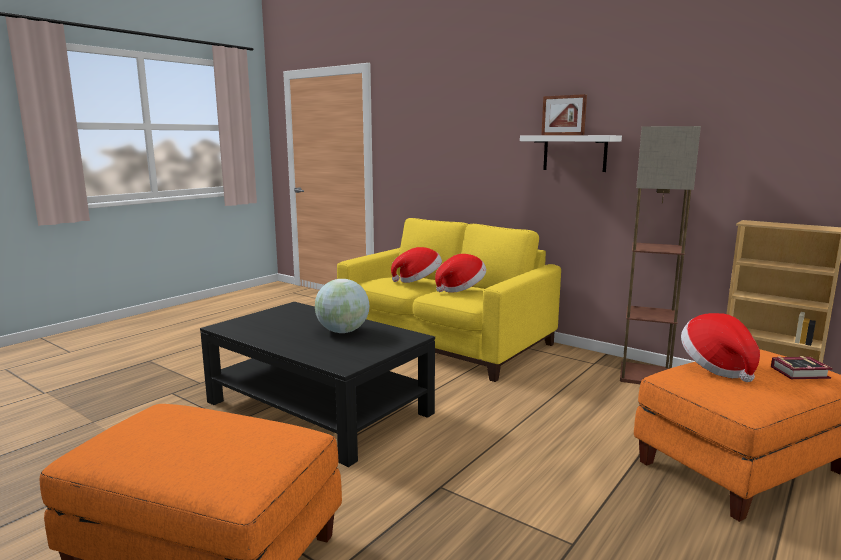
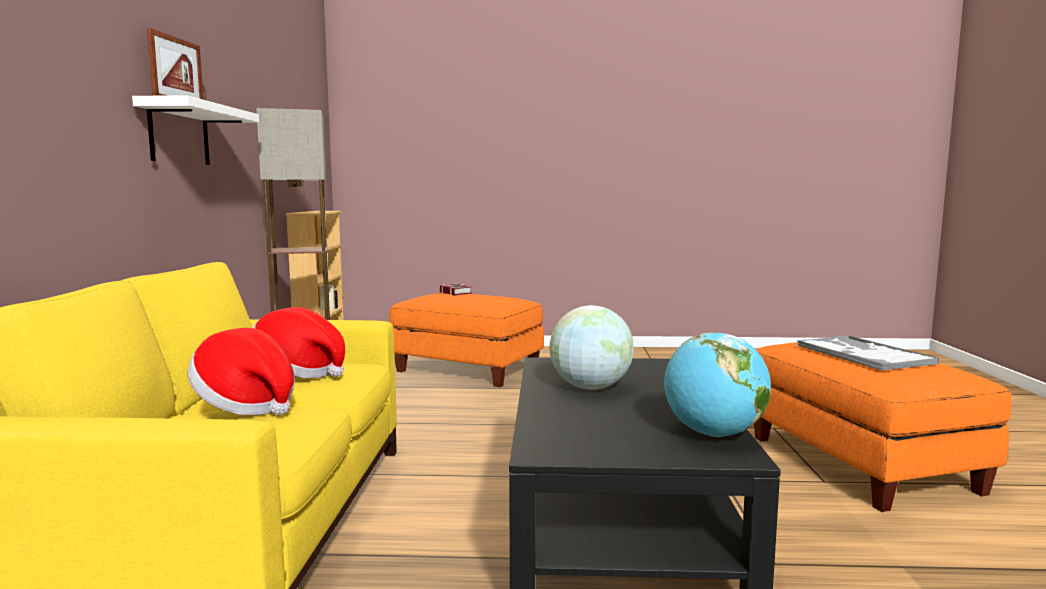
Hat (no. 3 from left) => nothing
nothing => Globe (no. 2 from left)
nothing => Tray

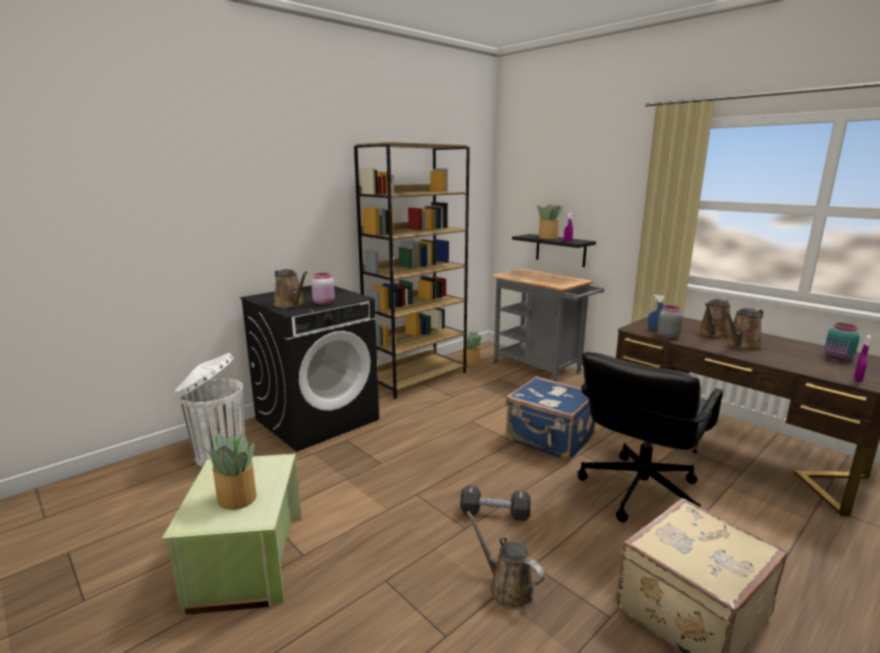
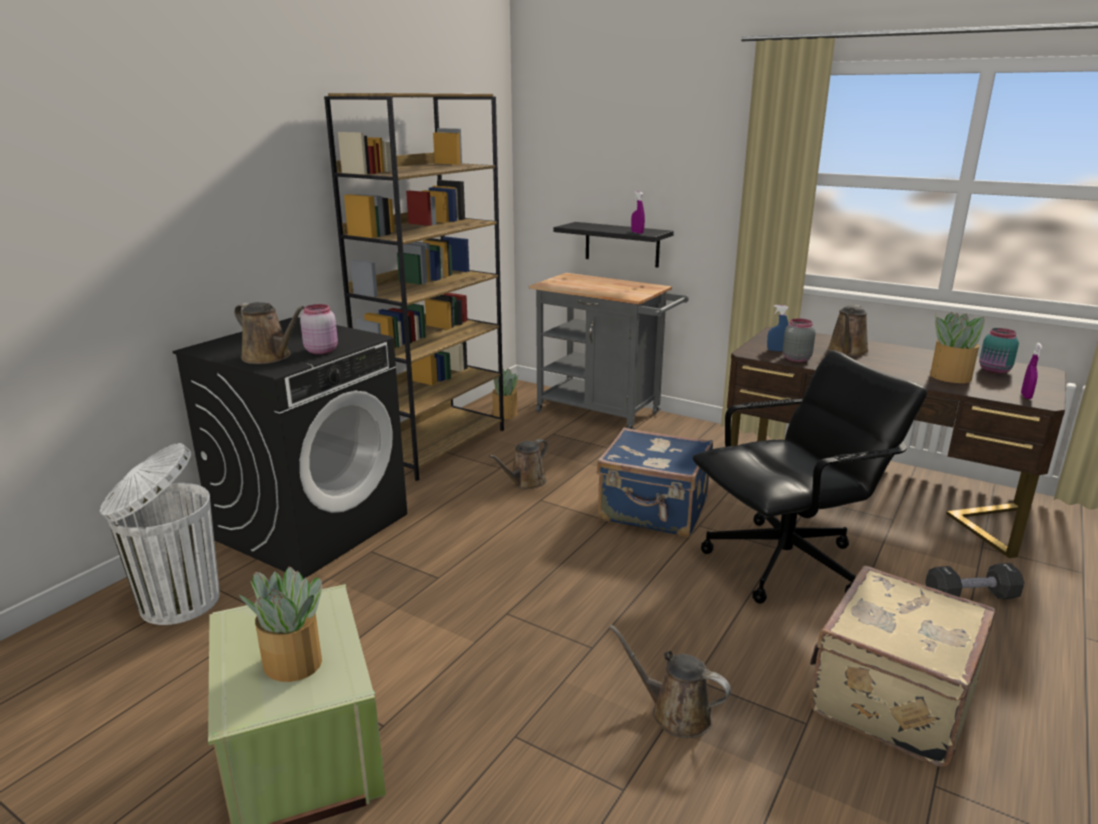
BlackDumbbell, shifted
PottedPlant (no. 3 from left), shifted
BrownWateringCan (no. 4 from left in the first image) => BrownWateringCan (no. 2 from left), shifted
BlackOfficeChair, 135 degrees counterclockwise

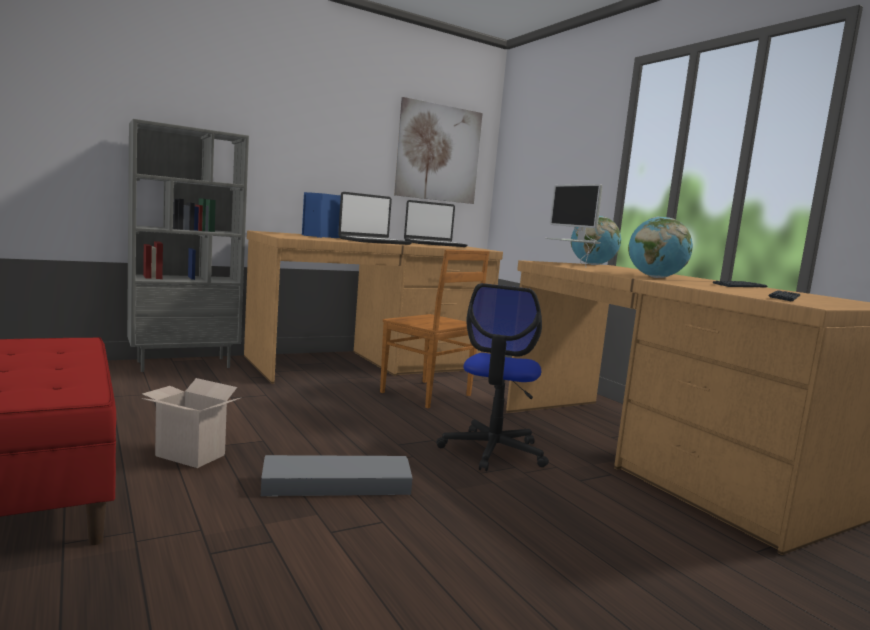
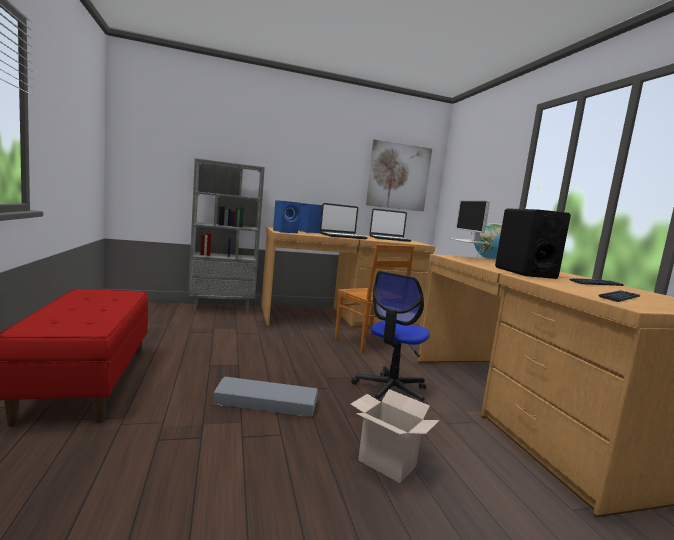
nothing => BlueSpeaker (no. 1 from left)
CardboardBox, shifted
Globe (no. 2 from left) => BlackSpeaker

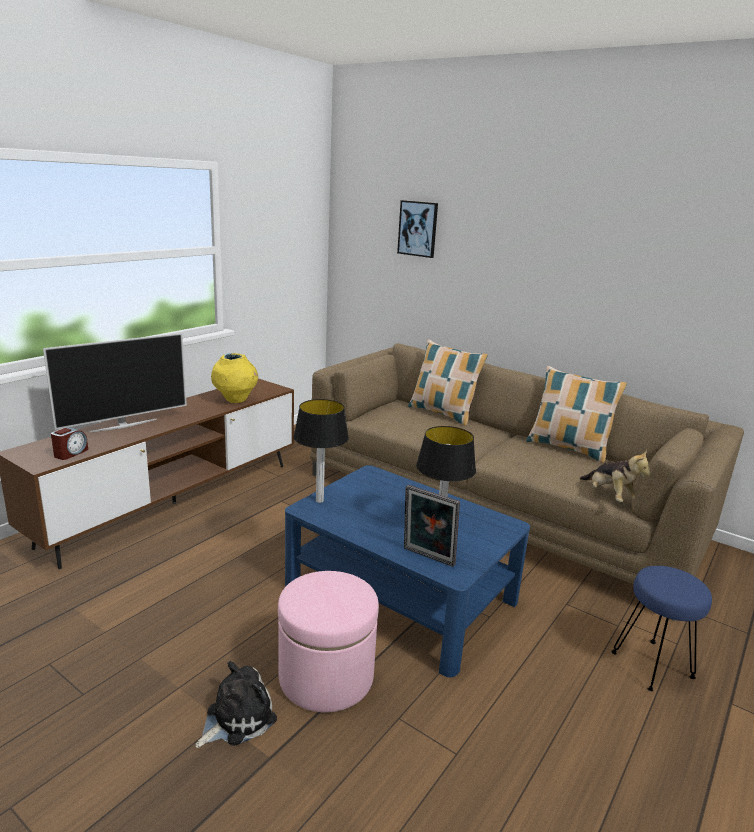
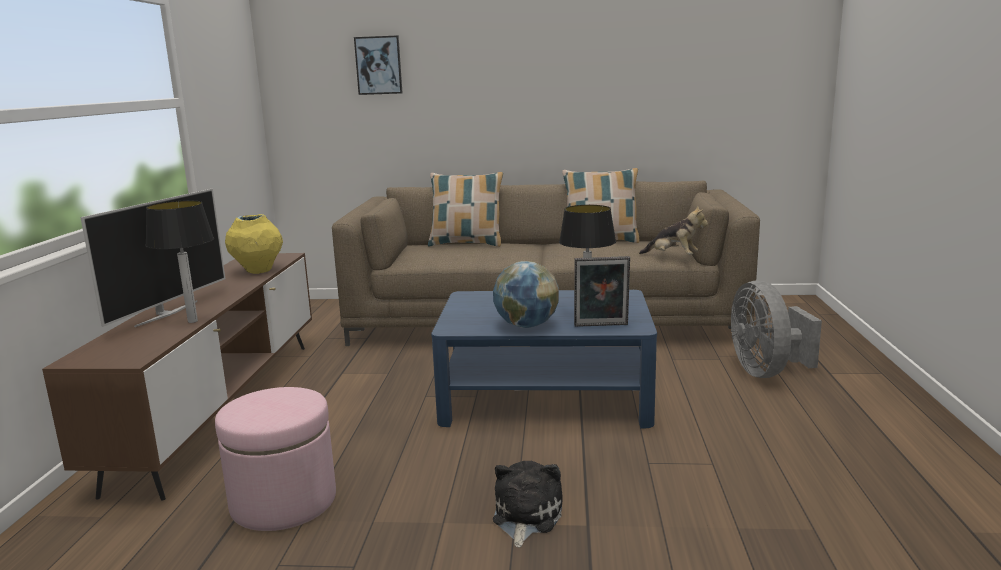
AlarmClock => nothing
nothing => Globe
PinkOttoman, shifted
TableLamp (no. 1 from left), shifted
BlueStool => GreyFan

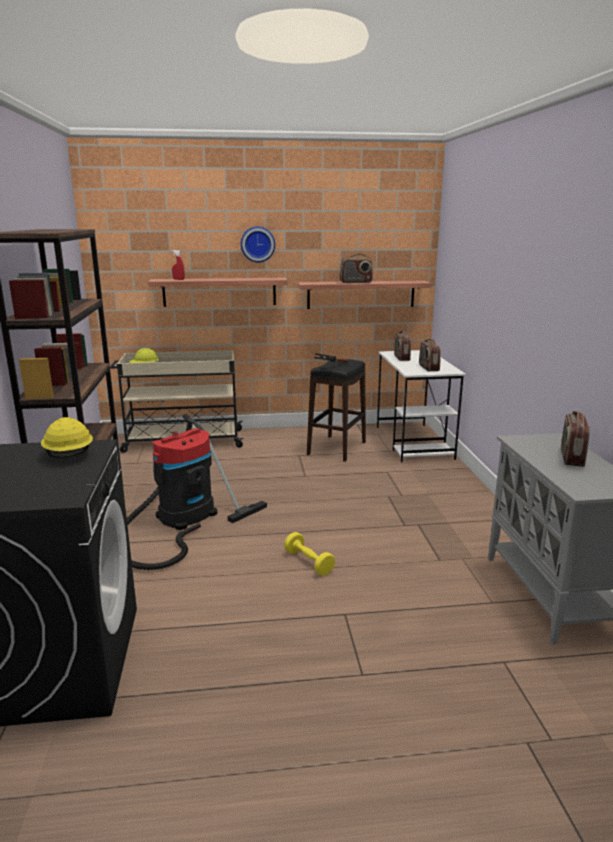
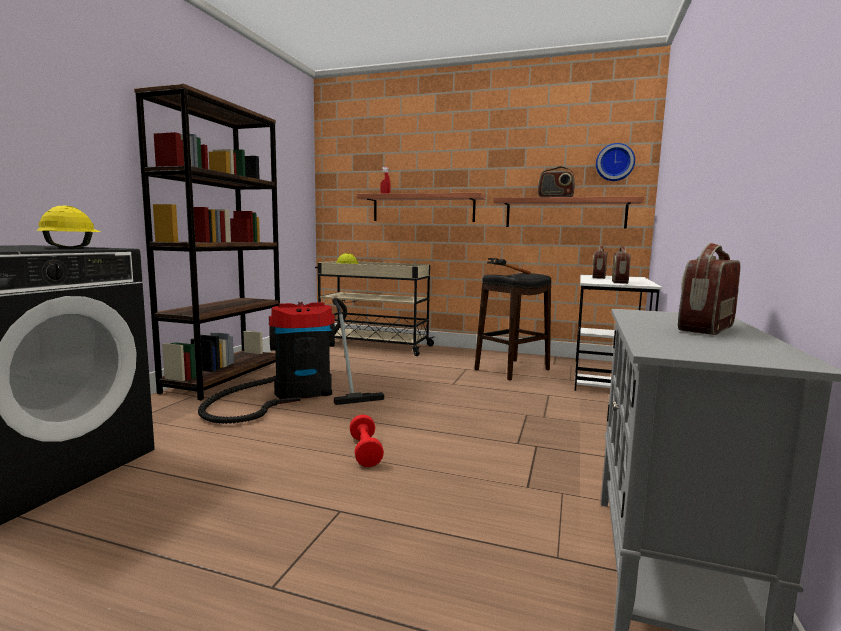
WallClock, shifted
YellowDumbbell => RedDumbbell

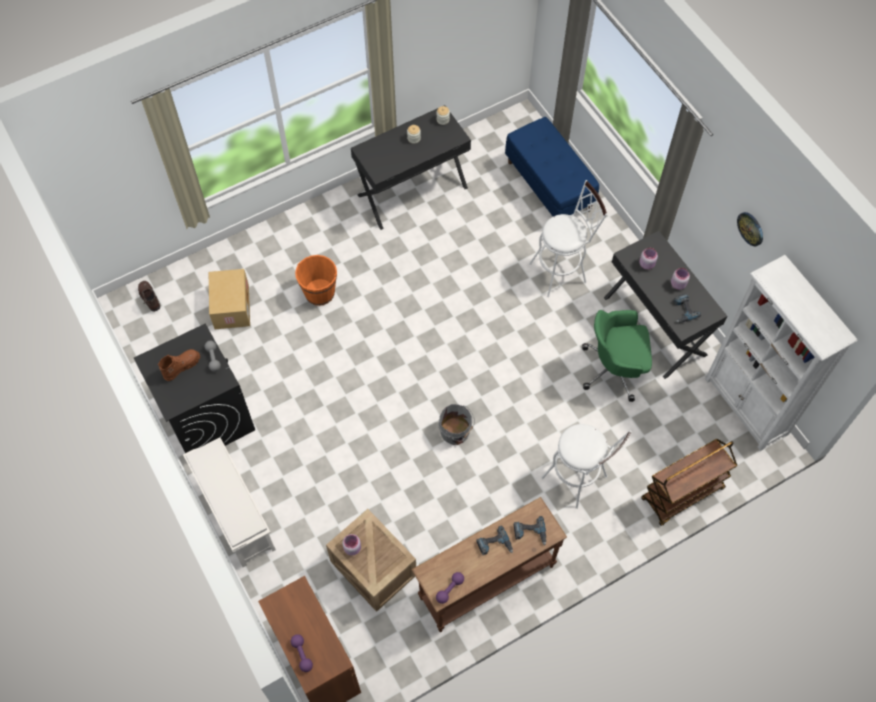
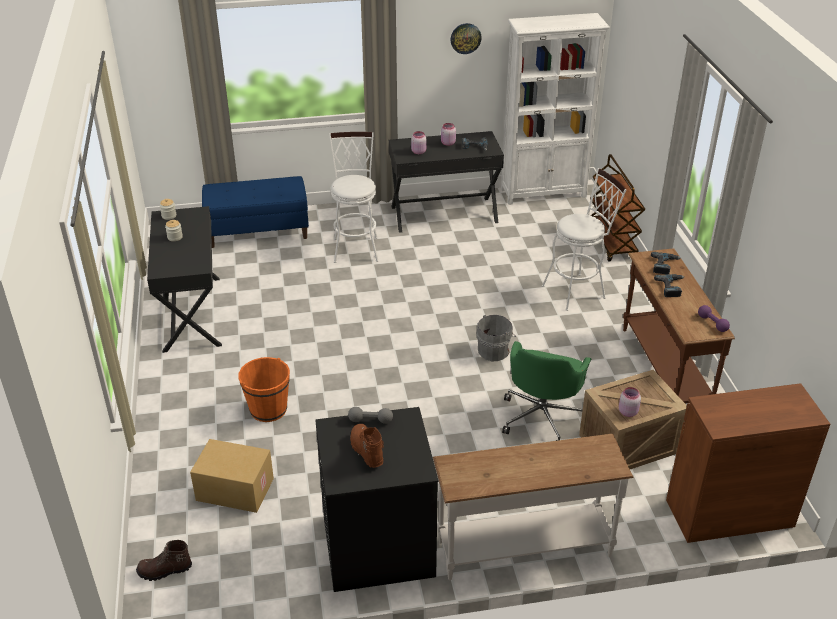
PurpleDumbbell (no. 1 from left) => nothing
GreenOfficeChair, shifted
WhiteShoeRack => WhiteConsoleTable

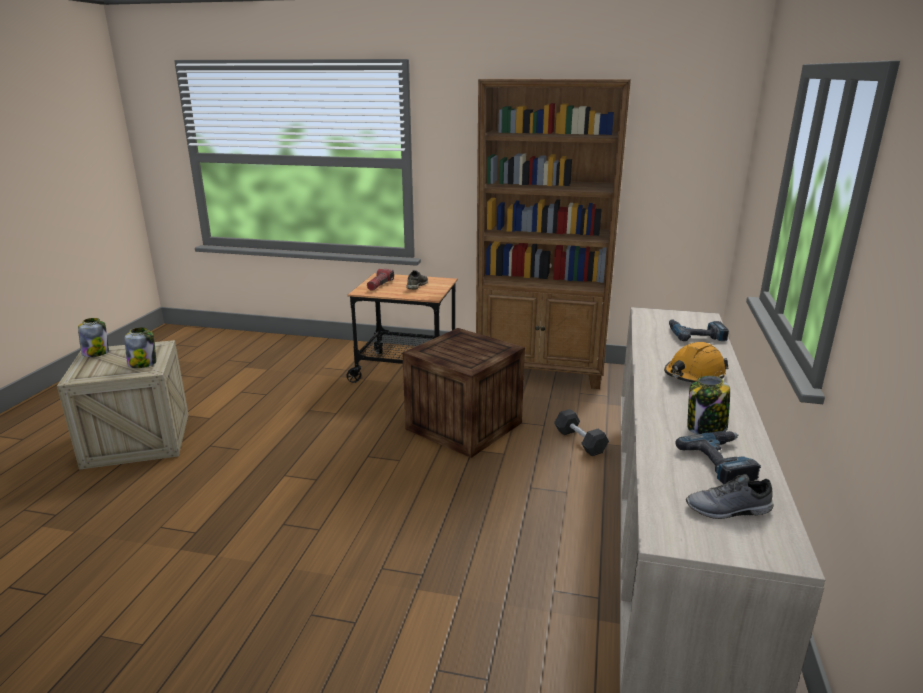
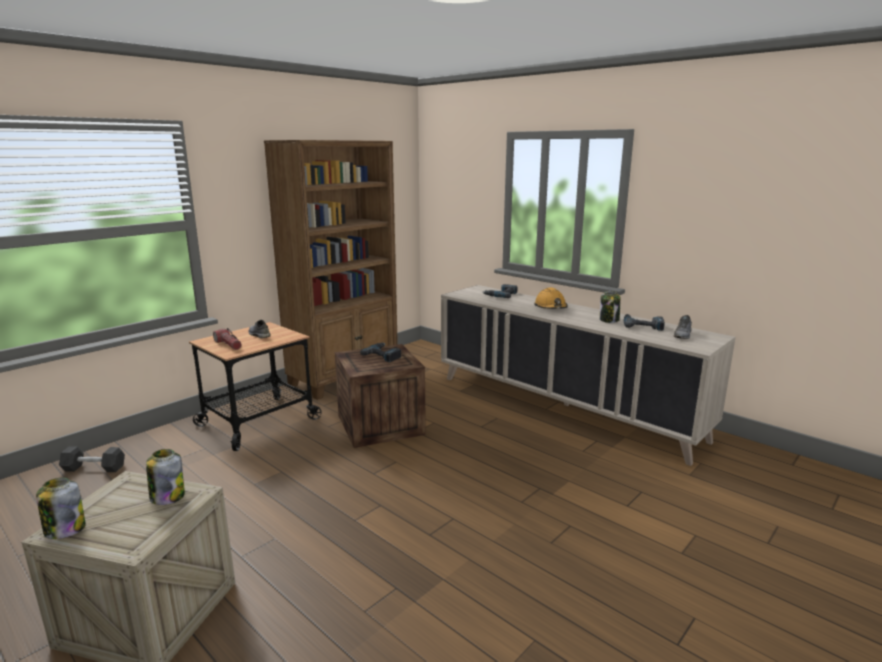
nothing => PowerDrill (no. 1 from left)
BlackDumbbell, shifted

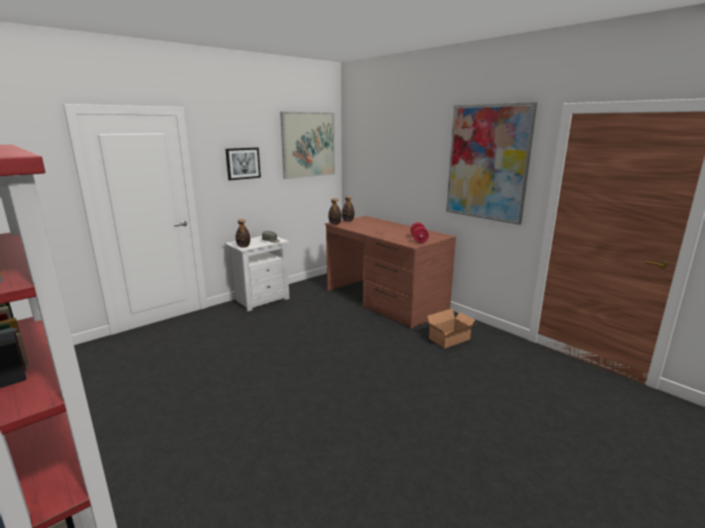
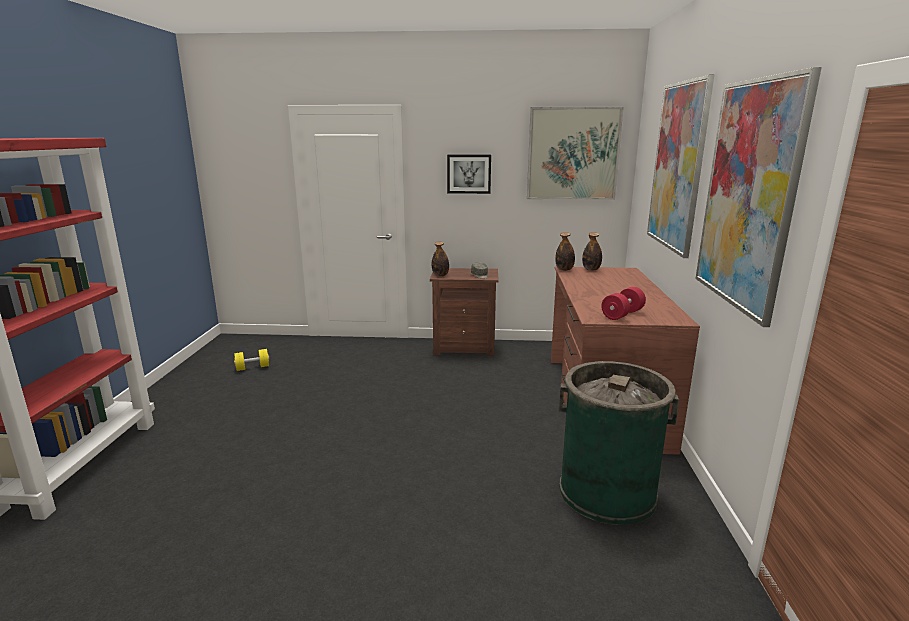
nothing => YellowDumbbell
nothing => Picture (no. 3 from left)
CardboardBox => GreenTrashCan
WhiteNightstand => BrownNightstand

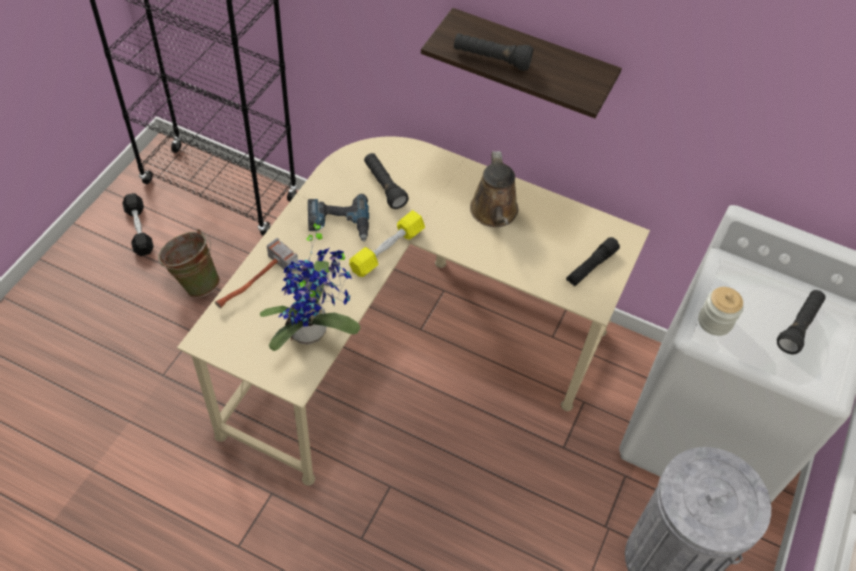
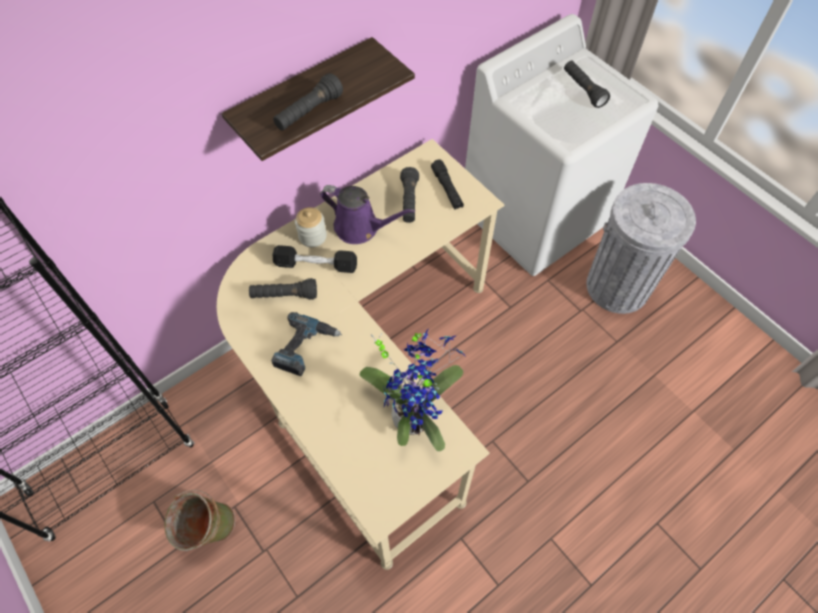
Hammer => nothing
YellowDumbbell => nothing
nothing => BlackFlashlight (no. 3 from left)
BlackDumbbell, shifted
Jar, shifted
BrownWateringCan => PurpleWateringCan

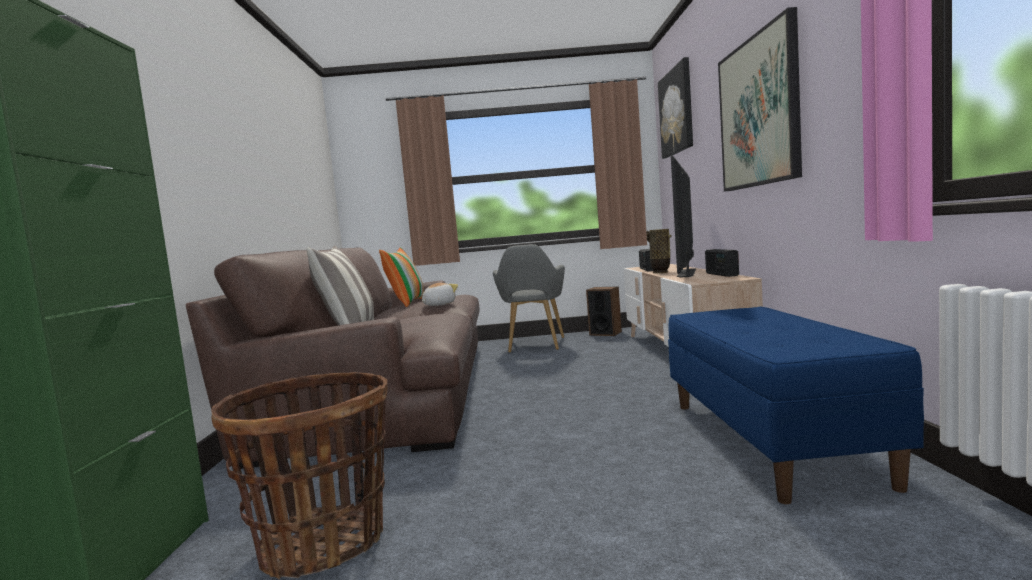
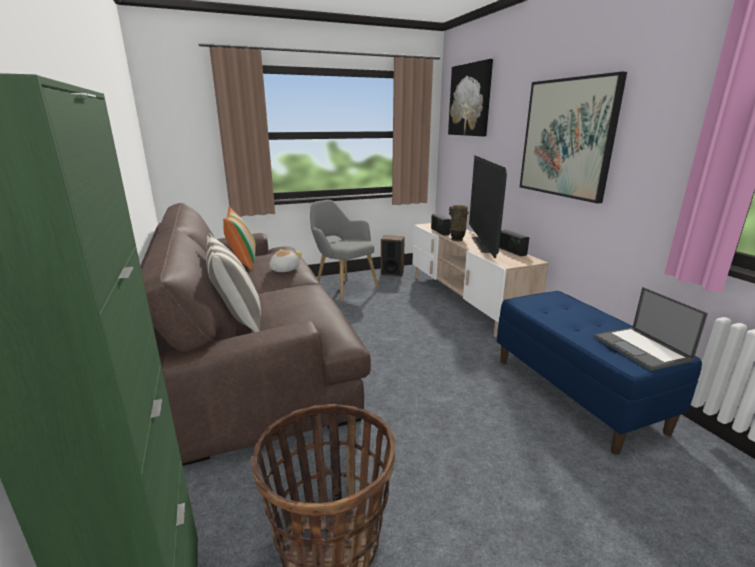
nothing => Laptop
GreyArmchair, 150 degrees clockwise

